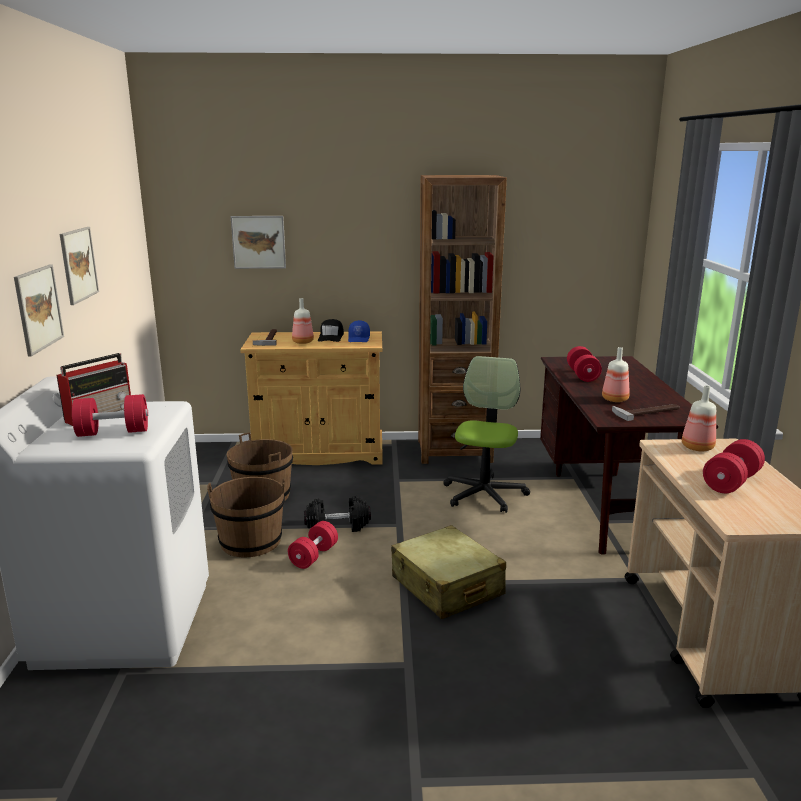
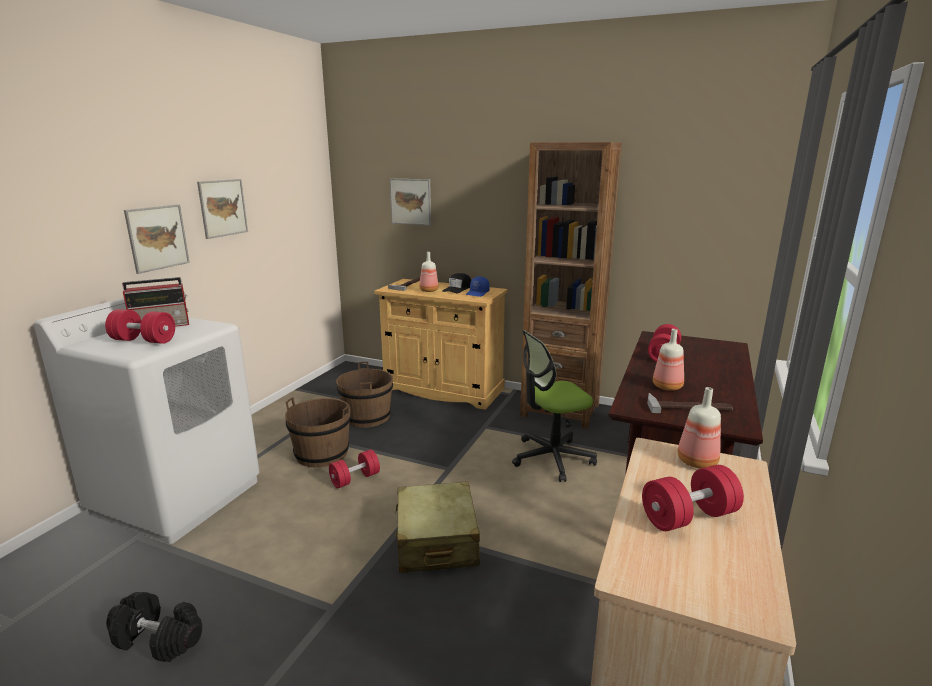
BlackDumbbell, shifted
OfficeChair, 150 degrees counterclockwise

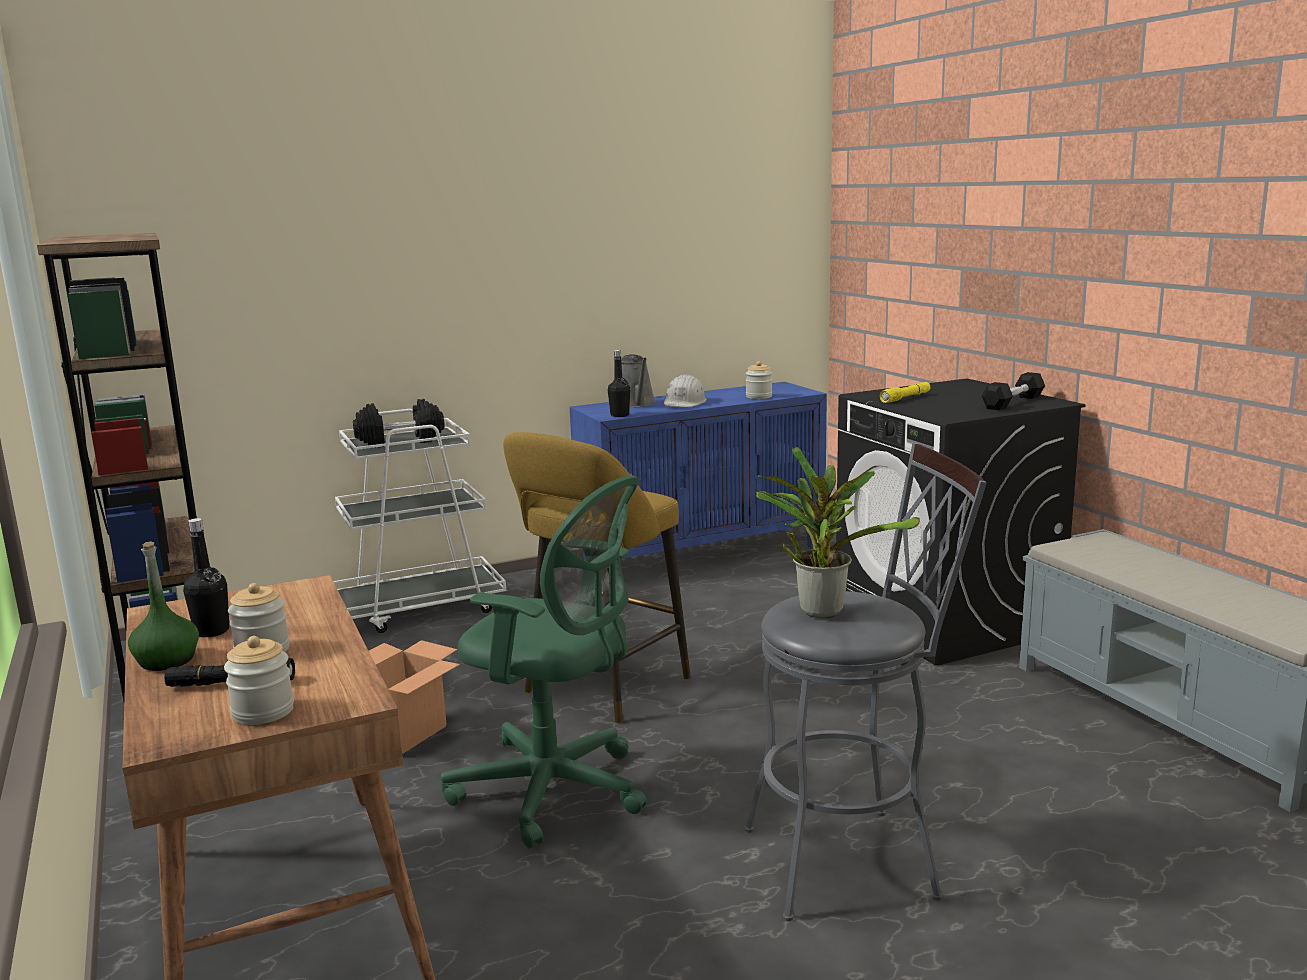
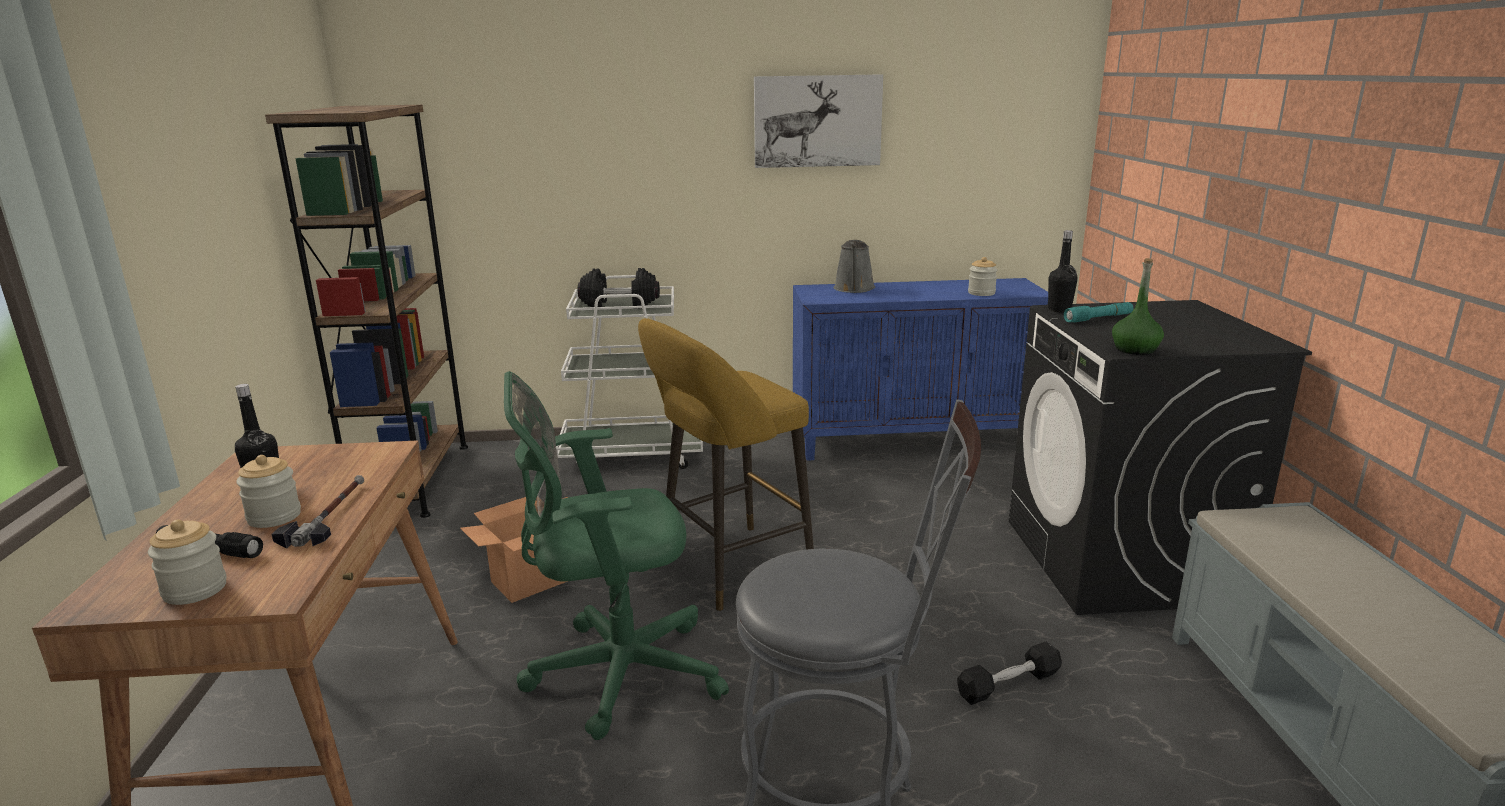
WhiteHardHat => nothing
PottedPlant => nothing
nothing => Hammer
nothing => Picture
GreenBottle, shifted
BlackBottle (no. 2 from left), shifted
BlackDumbbell (no. 2 from left), shifted
YellowFlashlight => TurquoiseFlashlight
GreenOfficeChair, 120 degrees clockwise

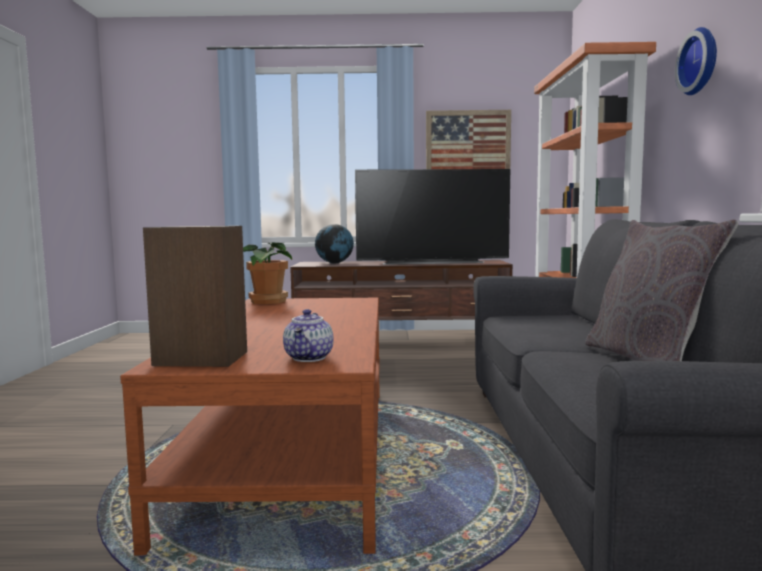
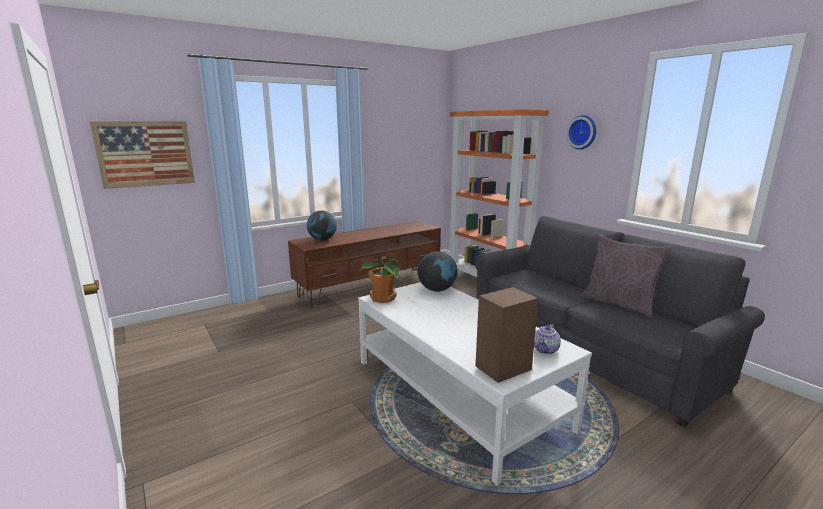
Television => nothing
nothing => Globe (no. 2 from left)
Picture, shifted
BrownCoffeeTable => WhiteCoffeeTable
Teapot, 60 degrees clockwise

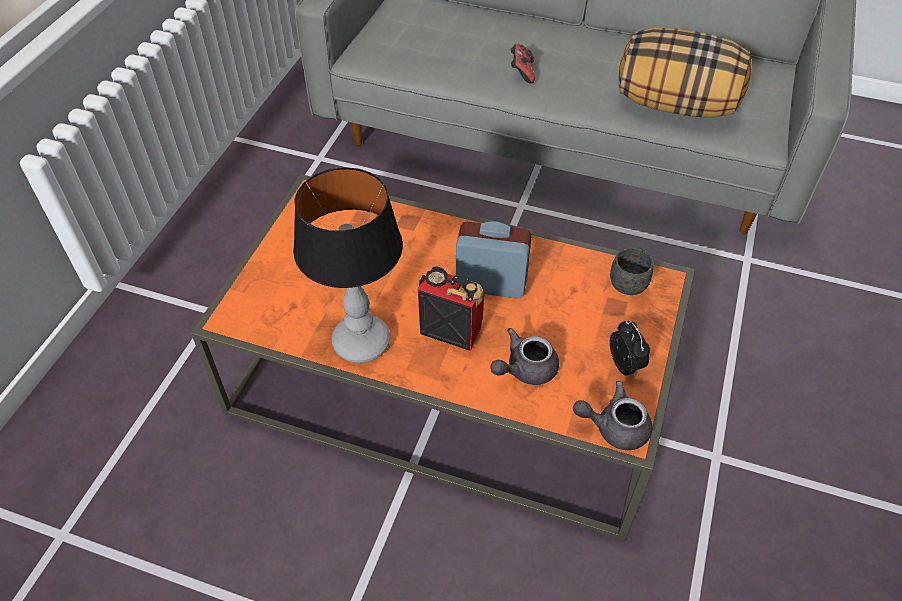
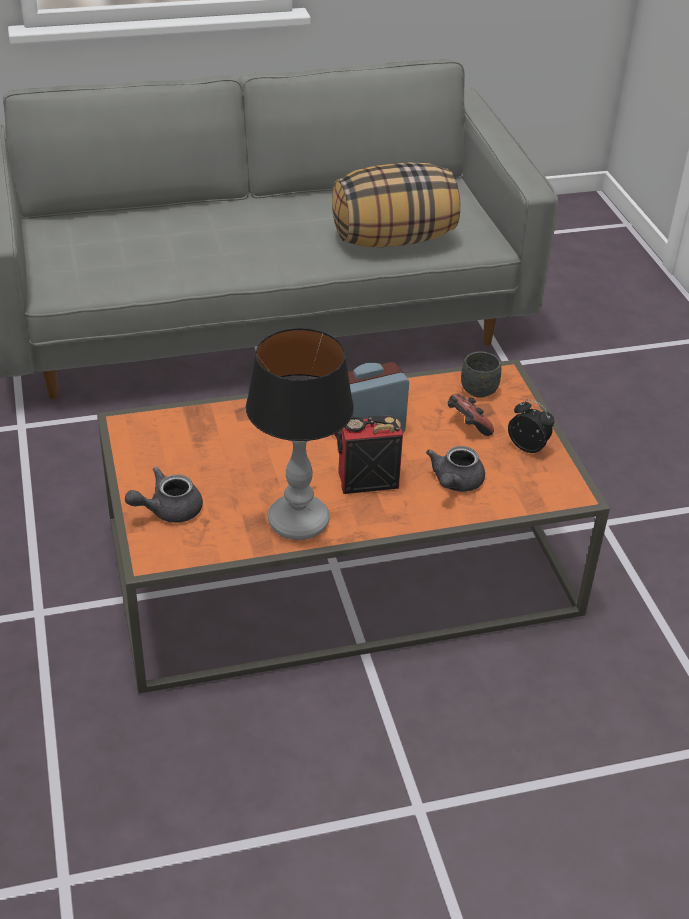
GameController, shifted
GreyTeapot (no. 2 from left in the first image) => GreyTeapot (no. 1 from left), shifted

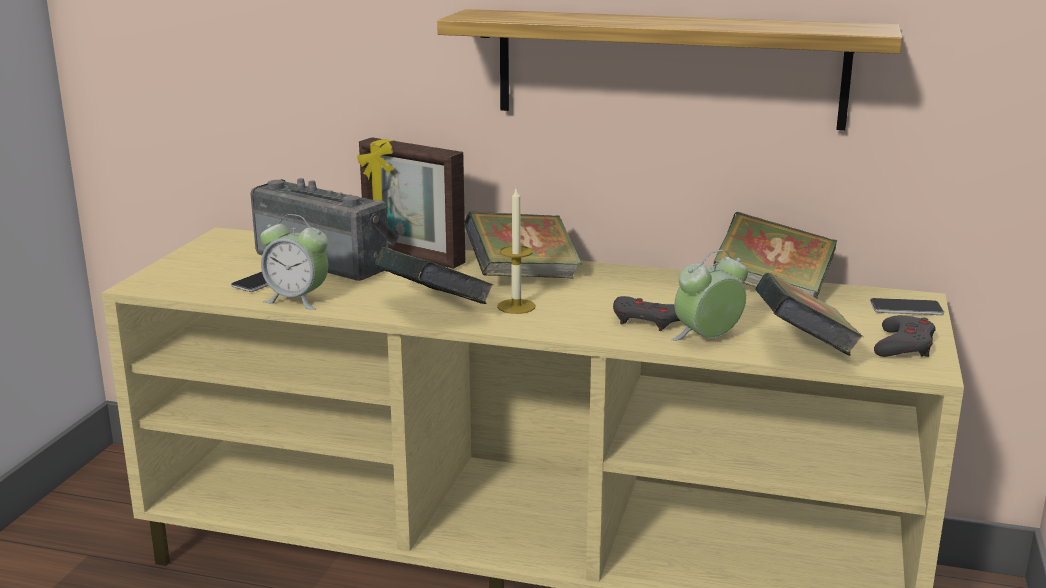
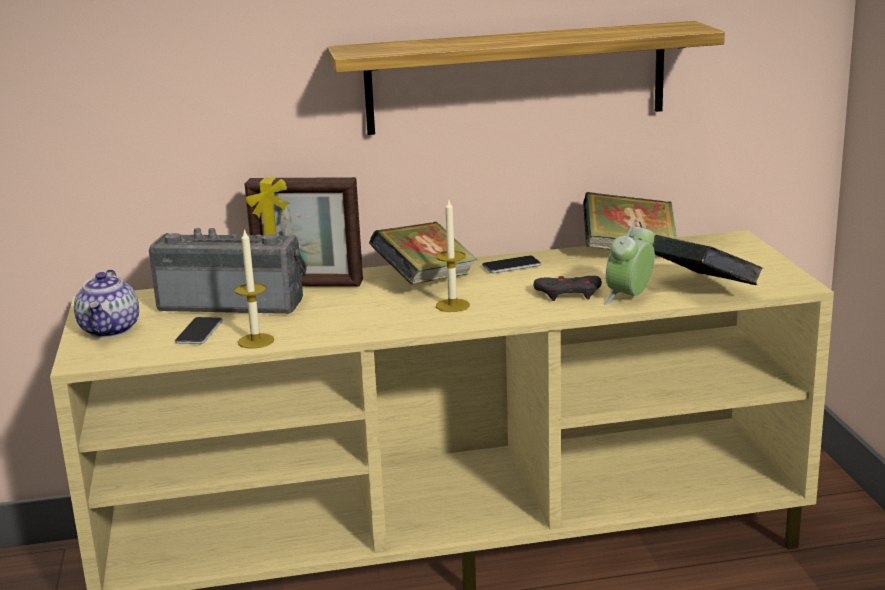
Book (no. 1 from left) => nothing
GreyGameController (no. 2 from left) => nothing
nothing => Teapot
Phone (no. 2 from left), shifted
AlarmClock (no. 1 from left) => Candle (no. 1 from left)

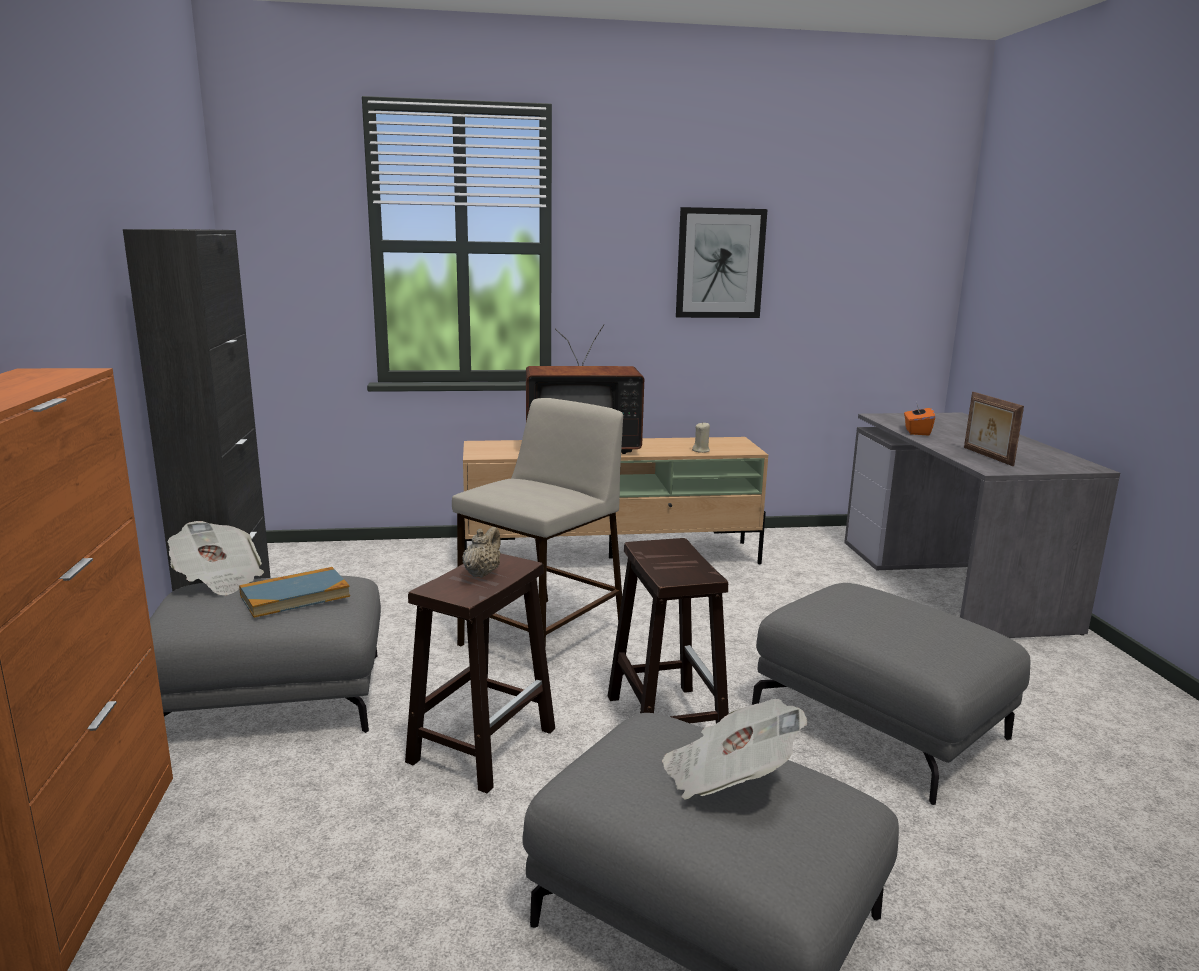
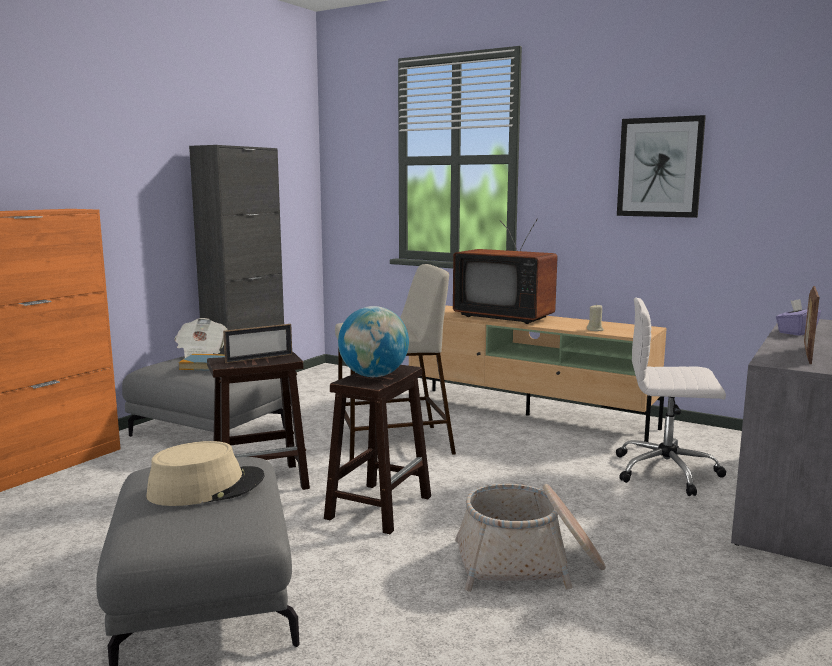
nothing => Globe
nothing => WhiteOfficeChair
BeigeTeapot => PictureFrame (no. 1 from left)
Newspaper (no. 2 from left) => BeigeHat
GreyOttoman (no. 3 from left) => Basket
OrangeTissueBox => PurpleTissueBox

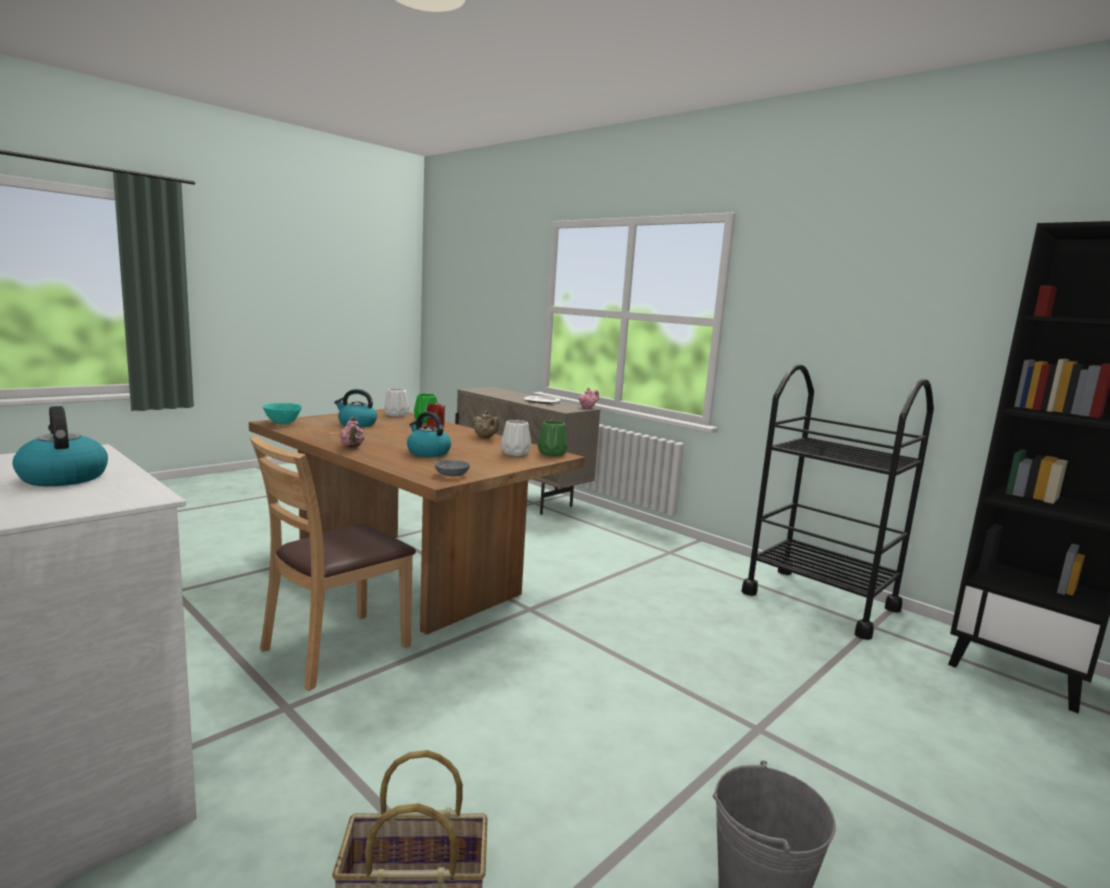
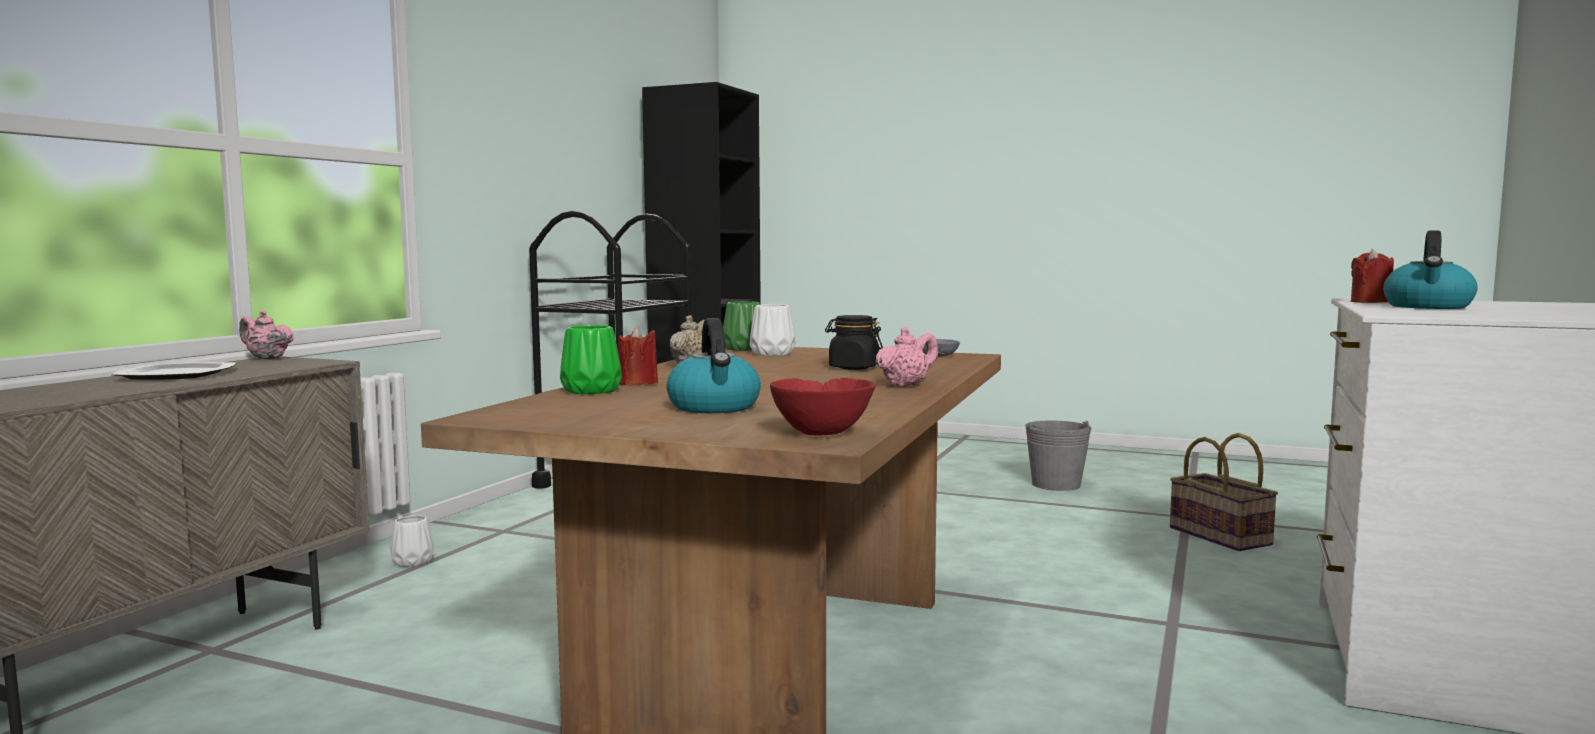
BrownChair => nothing
nothing => RedCandle (no. 2 from left)
WhiteVase (no. 1 from left), shifted
Kettle (no. 3 from left) => BlackJar
TurquoiseBowl => RedBowl

